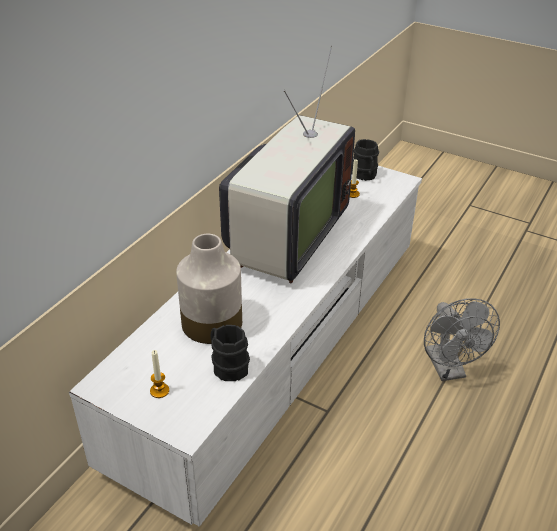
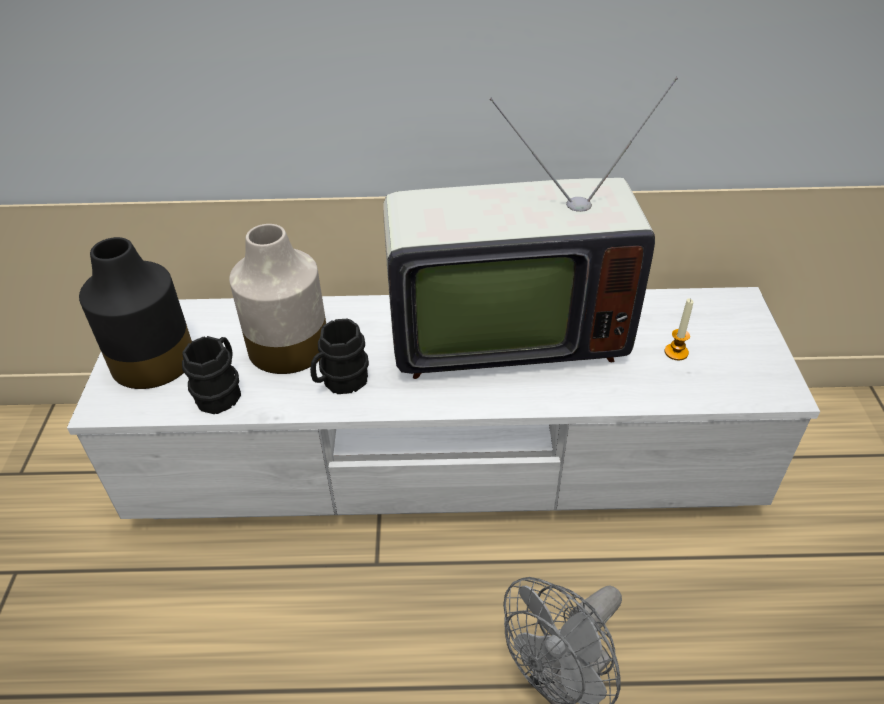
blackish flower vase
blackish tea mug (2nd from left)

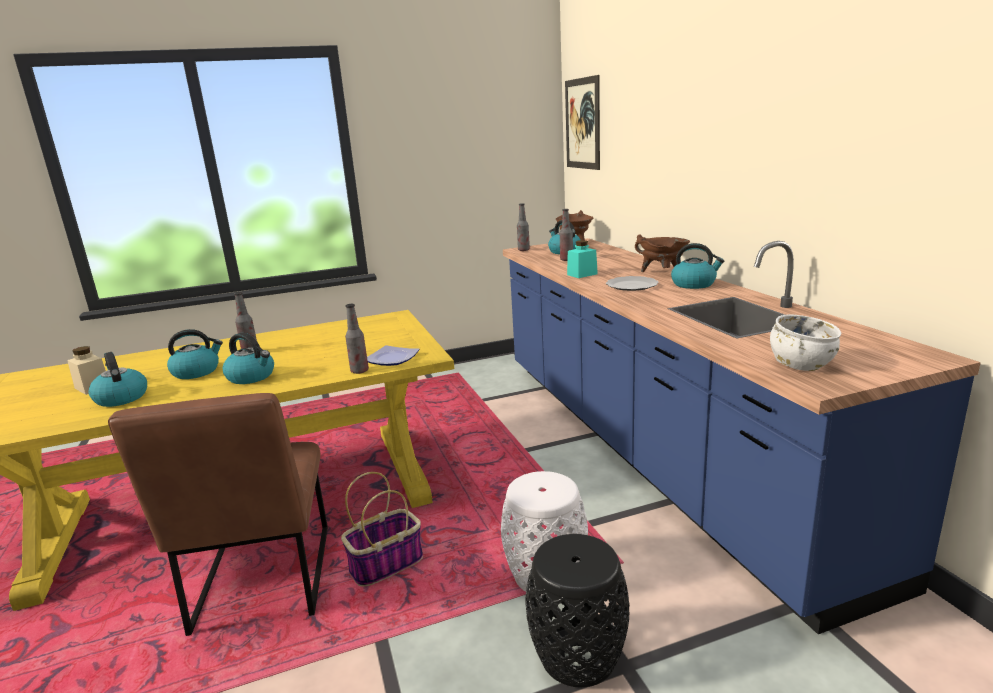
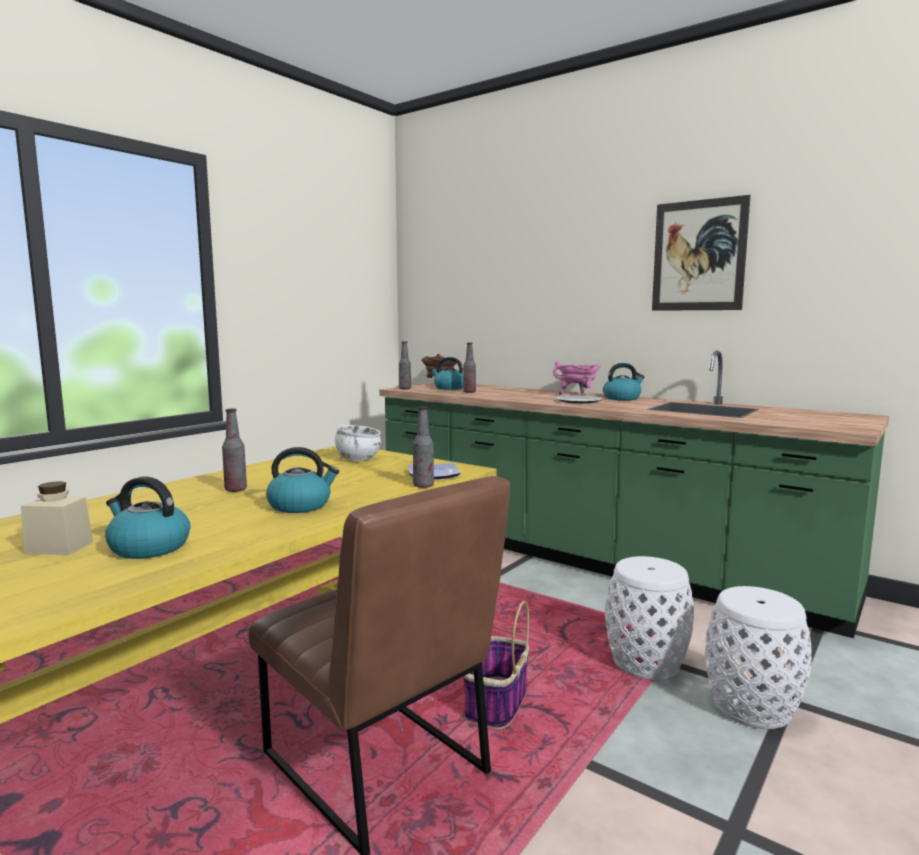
water kettle (2nd from left in the first image)
greenish counter
whitish stool (2nd from left)
wall art
turquoise storage jar
pinkish cooking pot
whitish deep dish

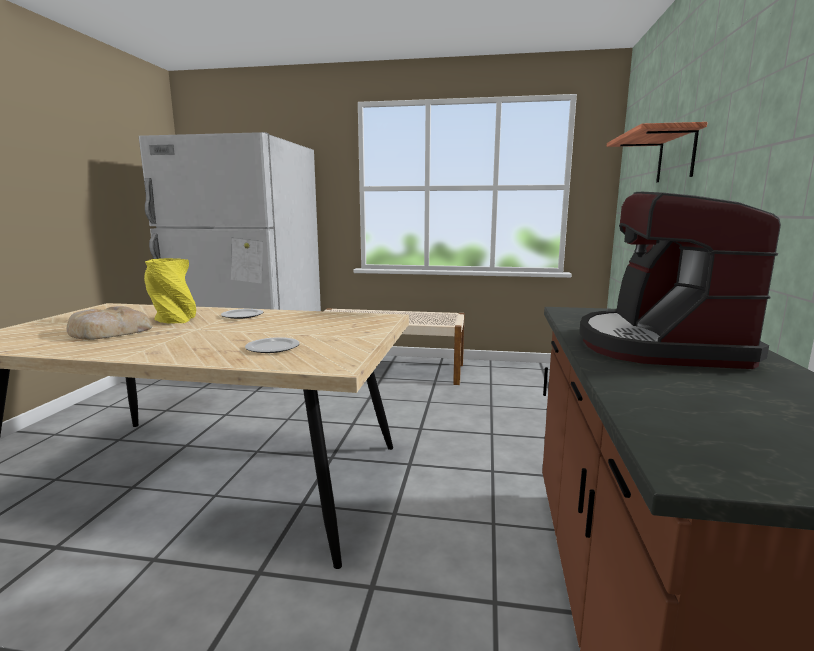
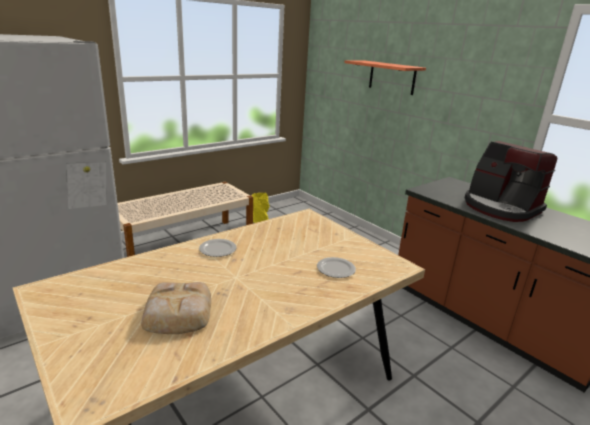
yellow flower vase

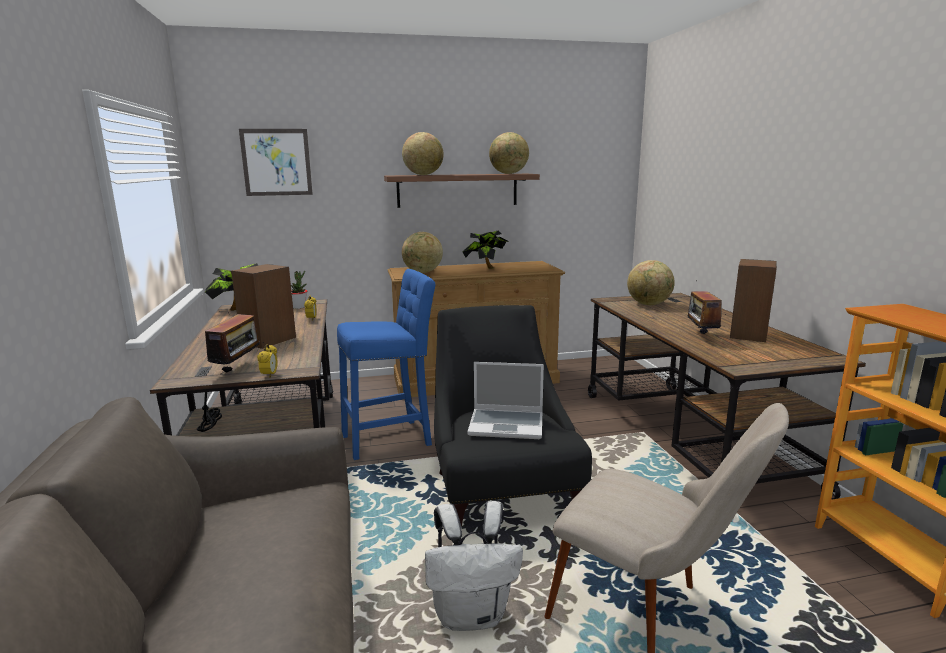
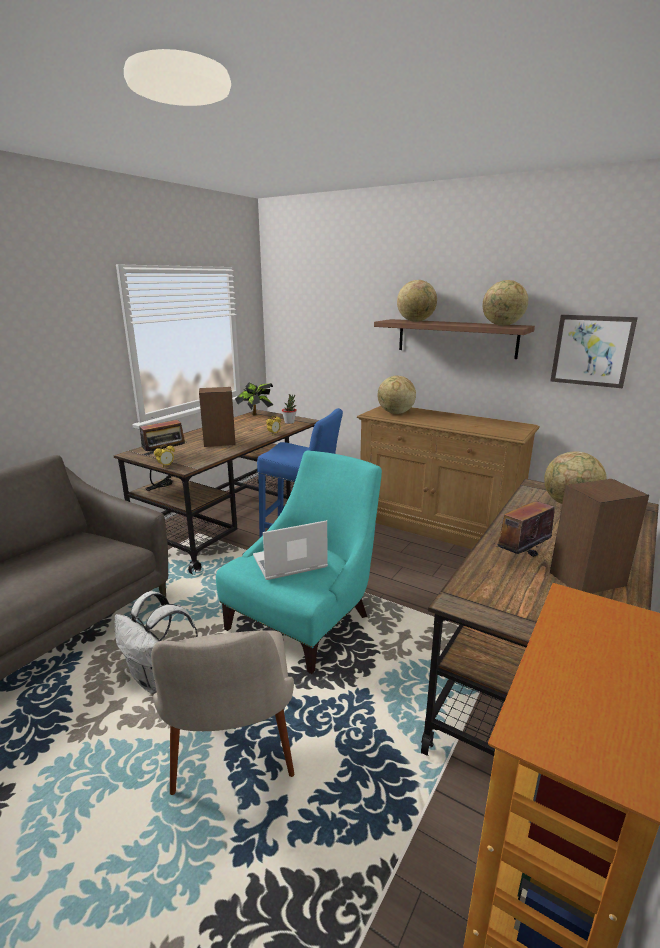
wall art
turquoise lounge chair
houseplant (3rd from left in the first image)
laptop

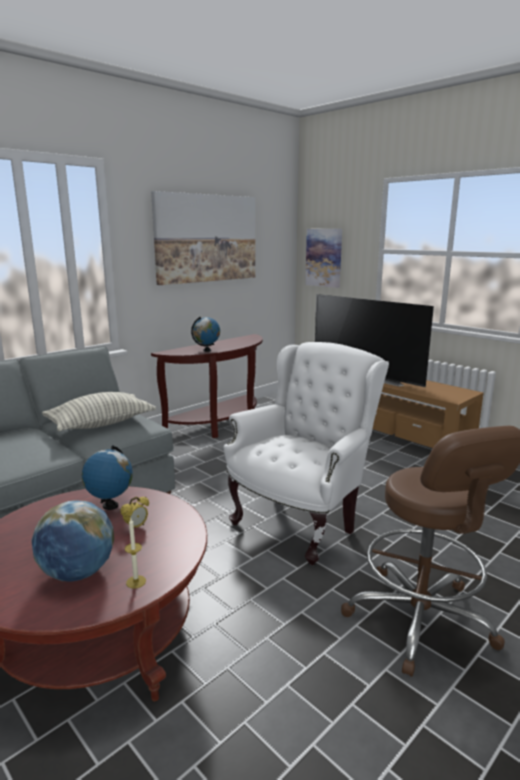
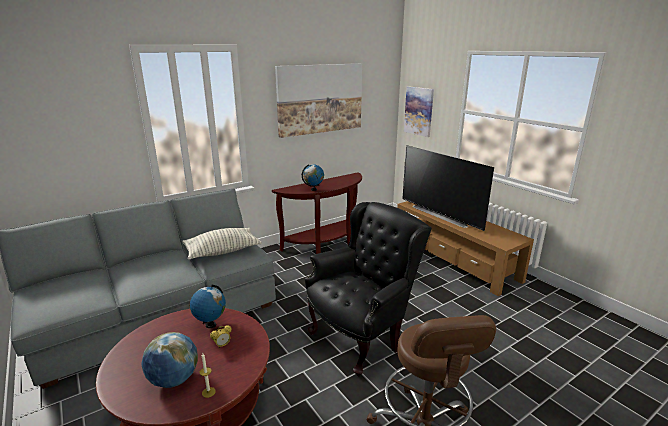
blackish lounge chair

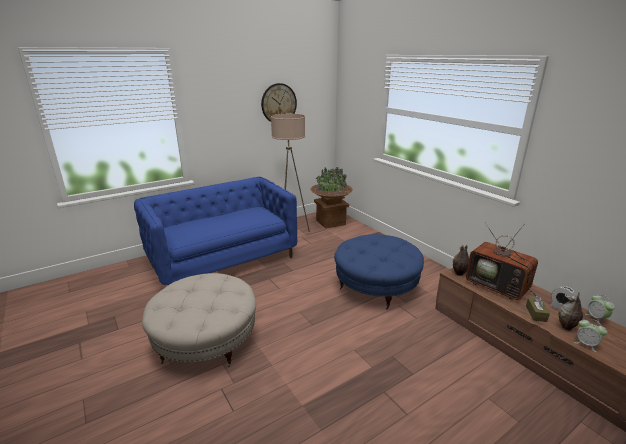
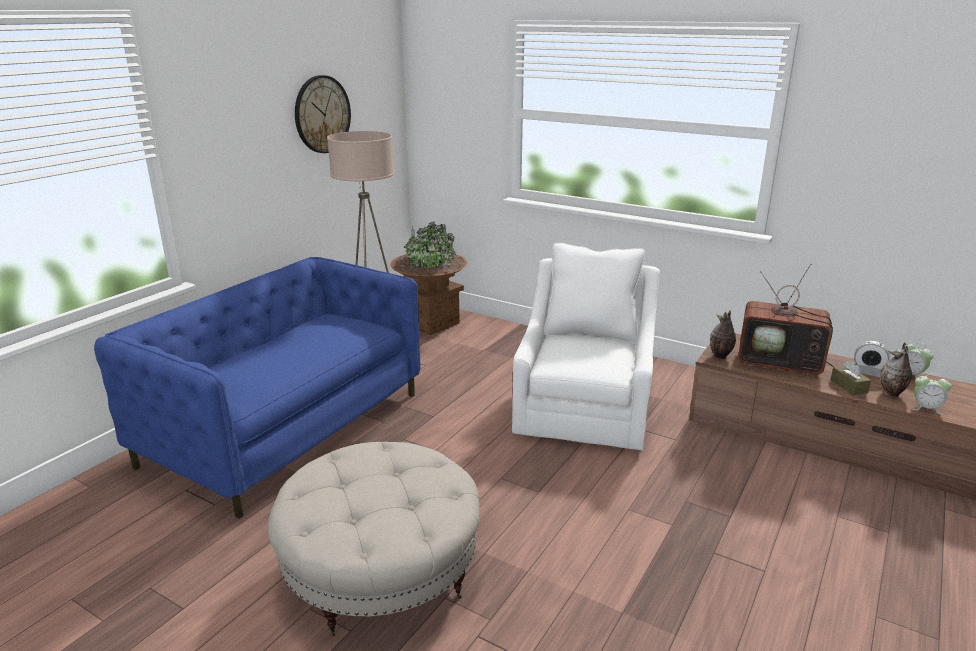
whitish lounge chair

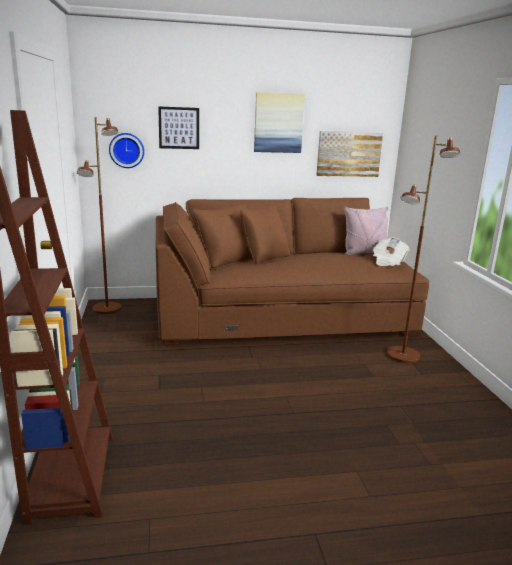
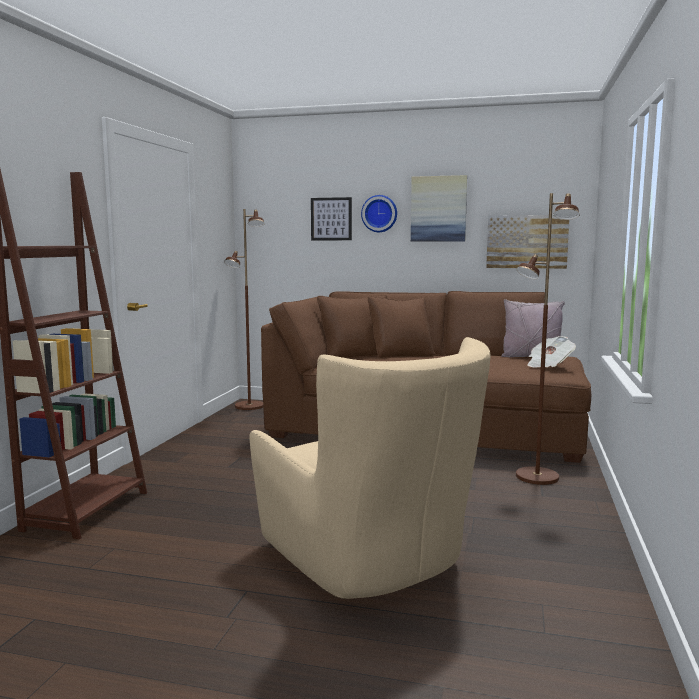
wall clock
beige-coloured lounge chair

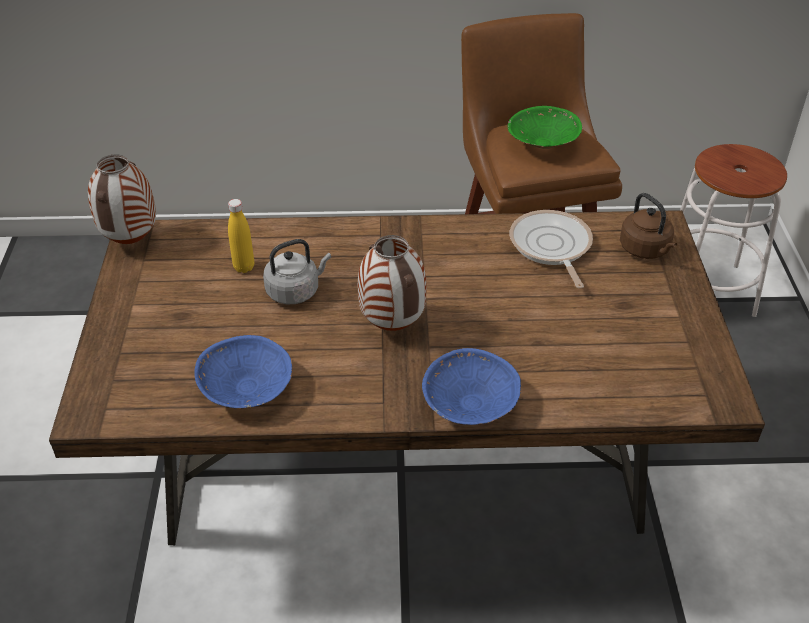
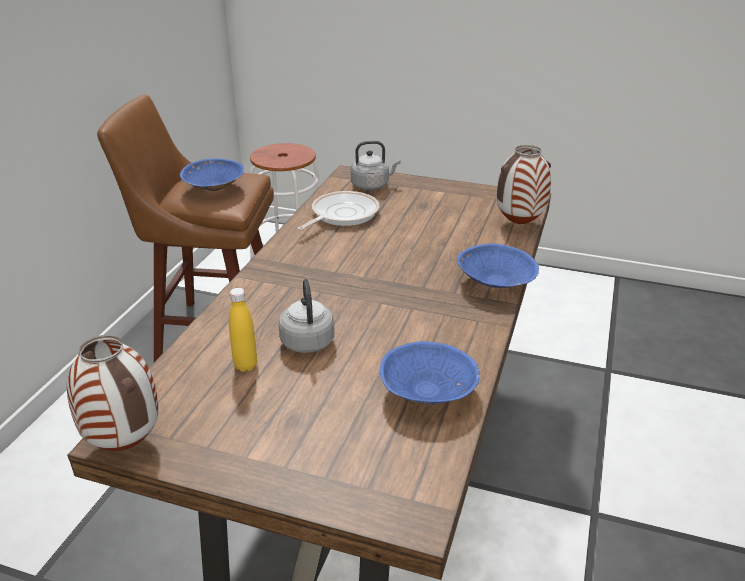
flower vase (2nd from left)
blue deep dish (1st from left)
pan
grey water kettle (2nd from left)

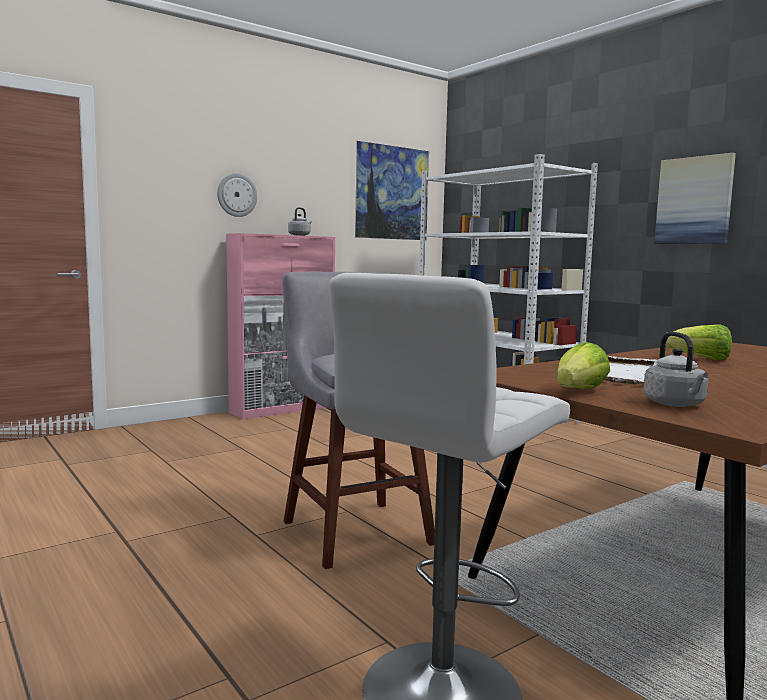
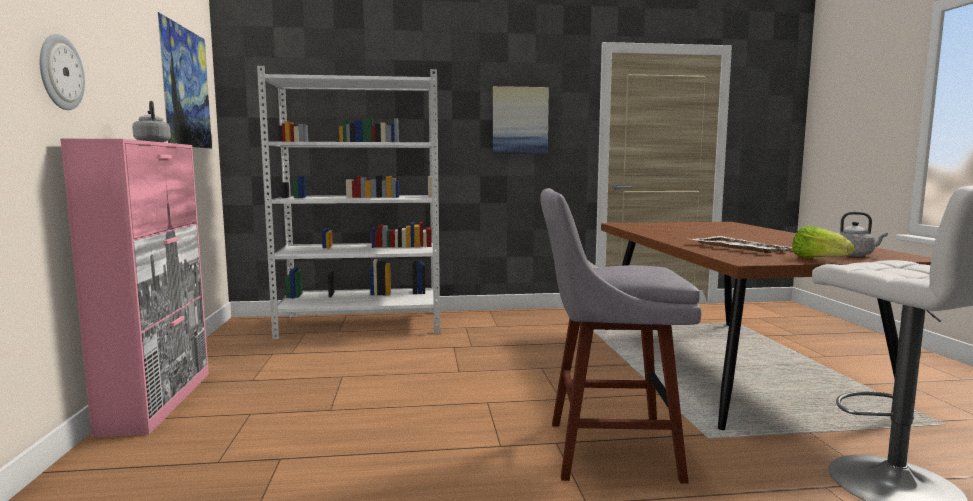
lettuce (2nd from left in the first image)

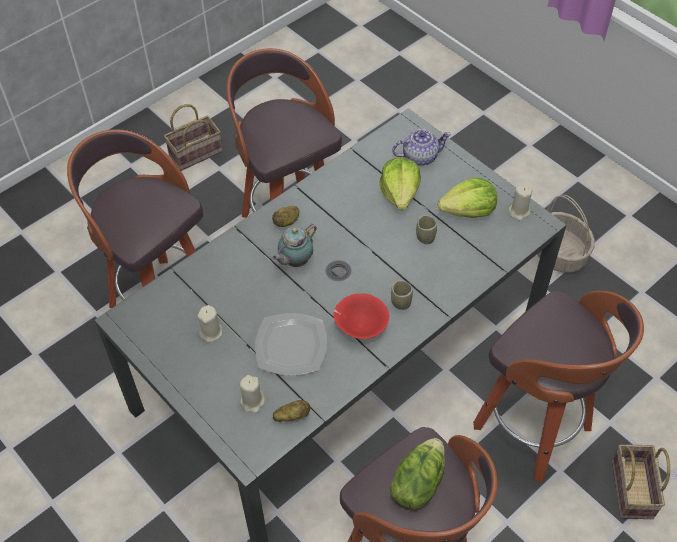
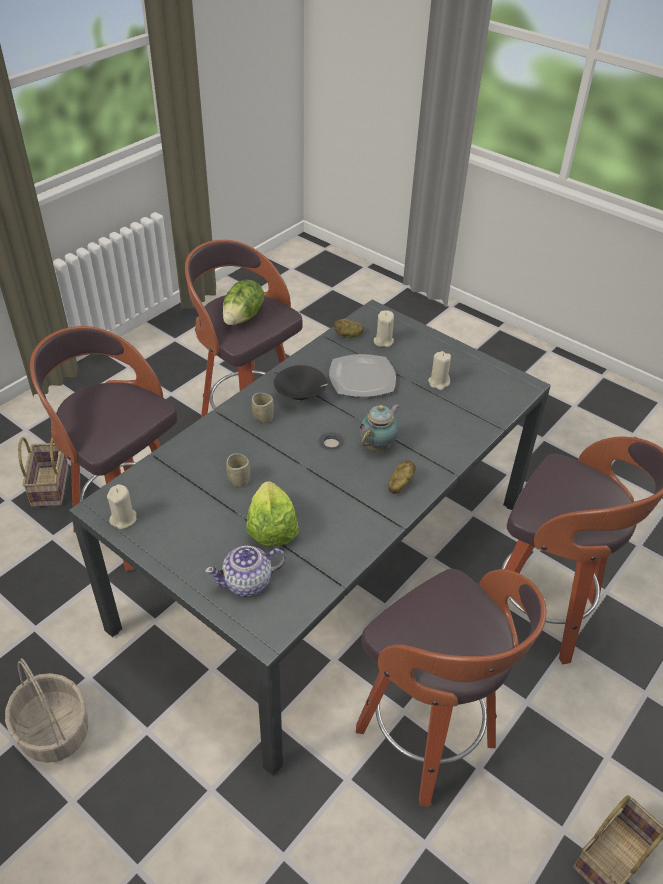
blackish deep dish
lettuce (3rd from left in the first image)

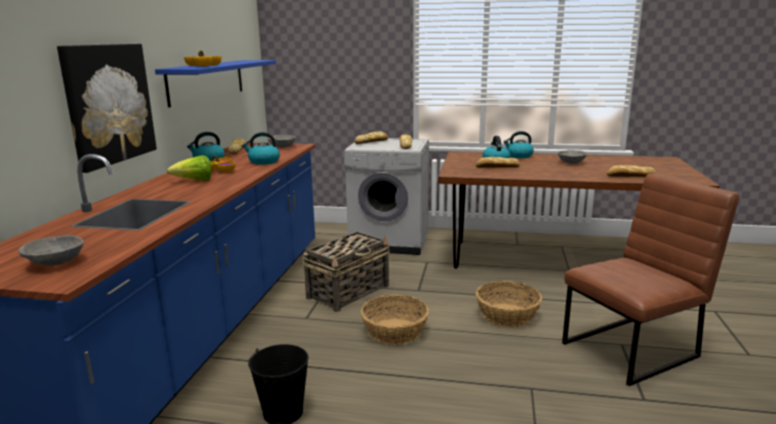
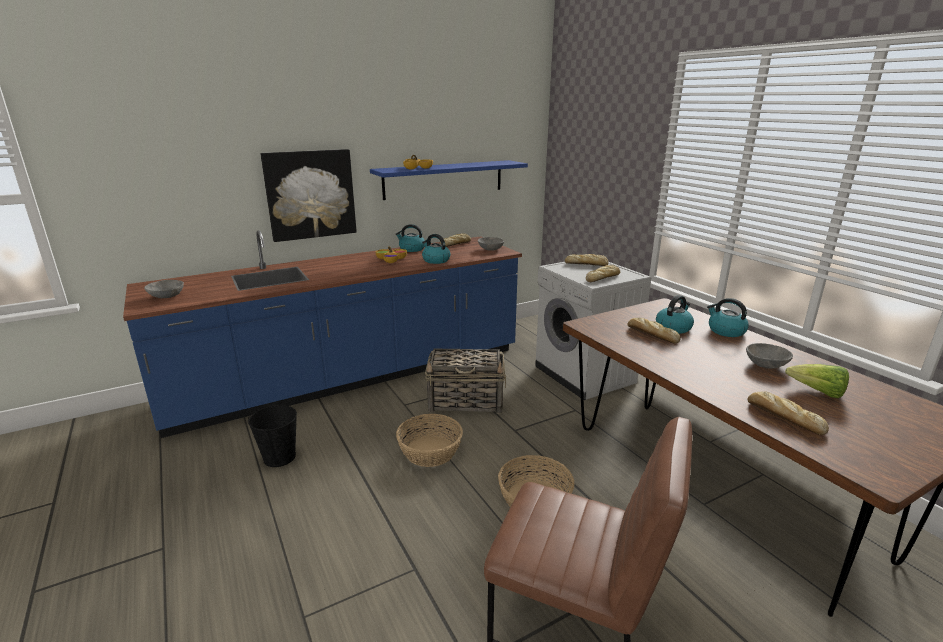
lettuce

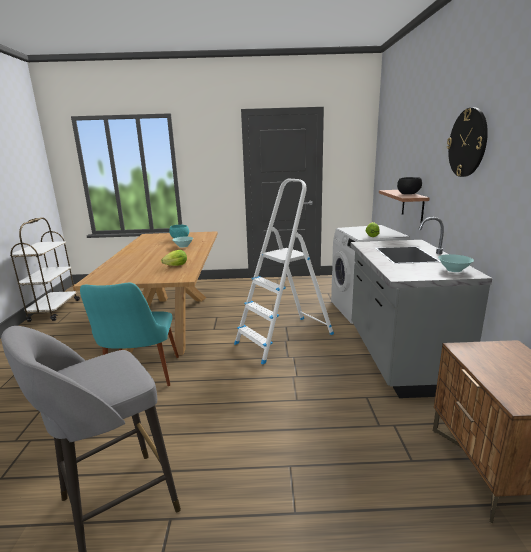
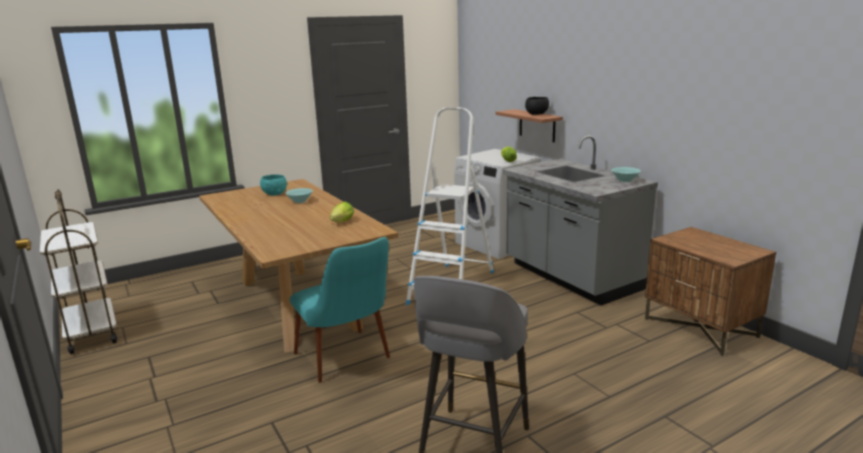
wall clock

